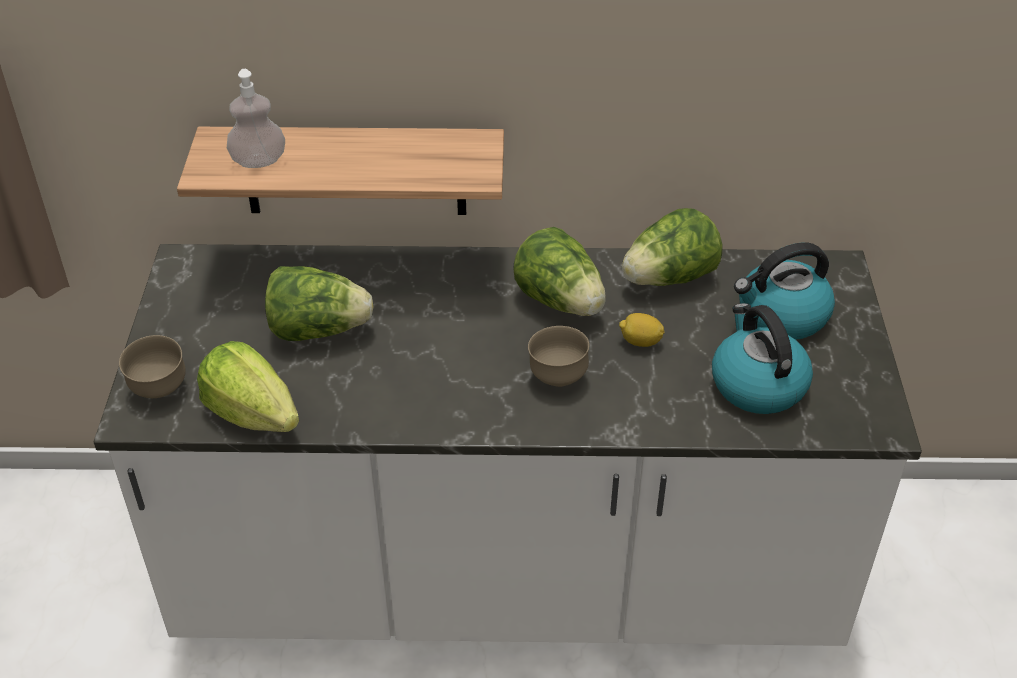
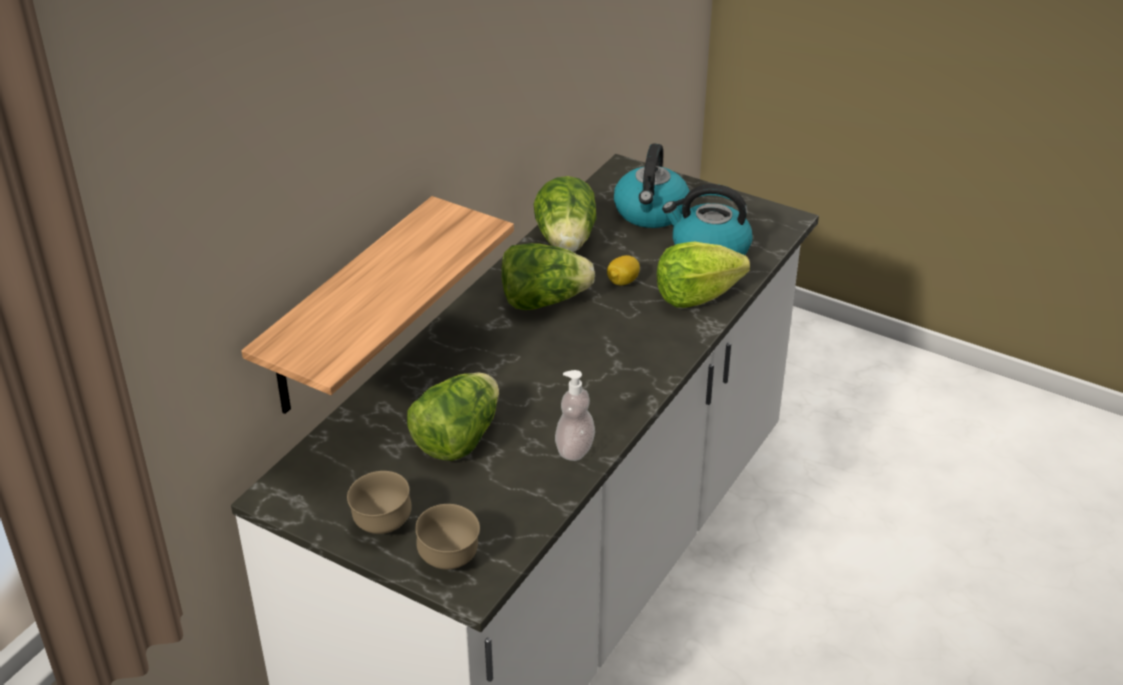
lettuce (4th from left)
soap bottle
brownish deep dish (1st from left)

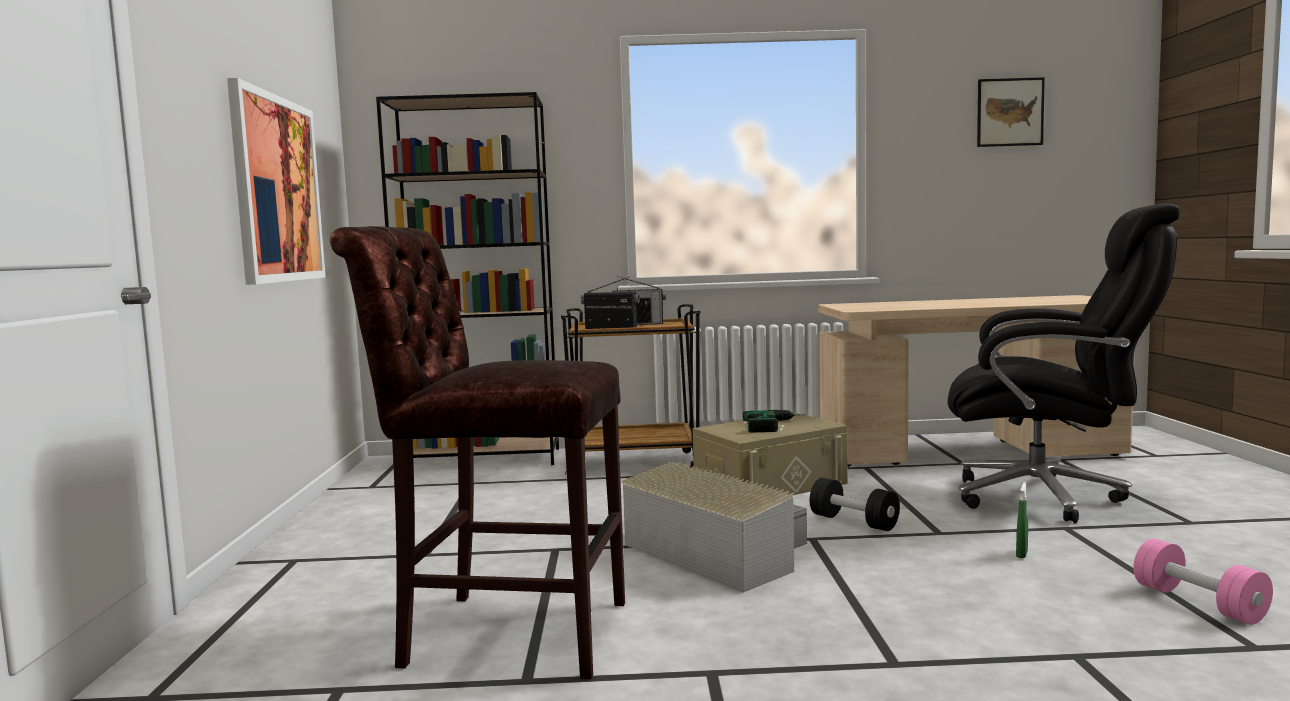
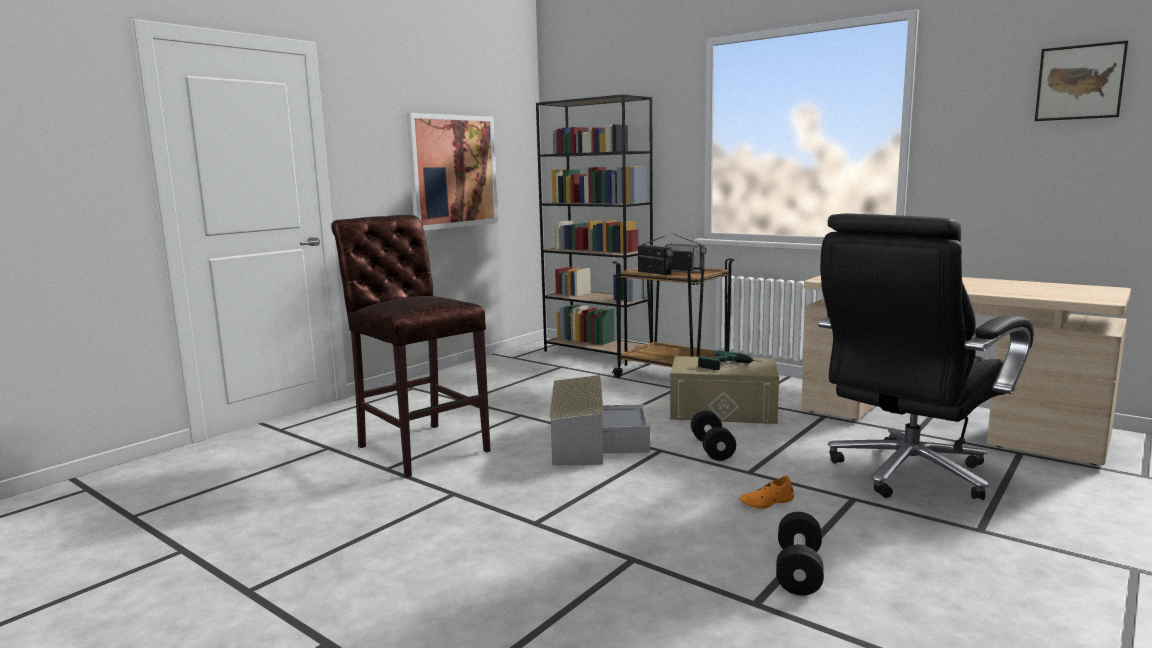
blackish office chair
orange-coloured shoe
blackish free weight (2nd from left)

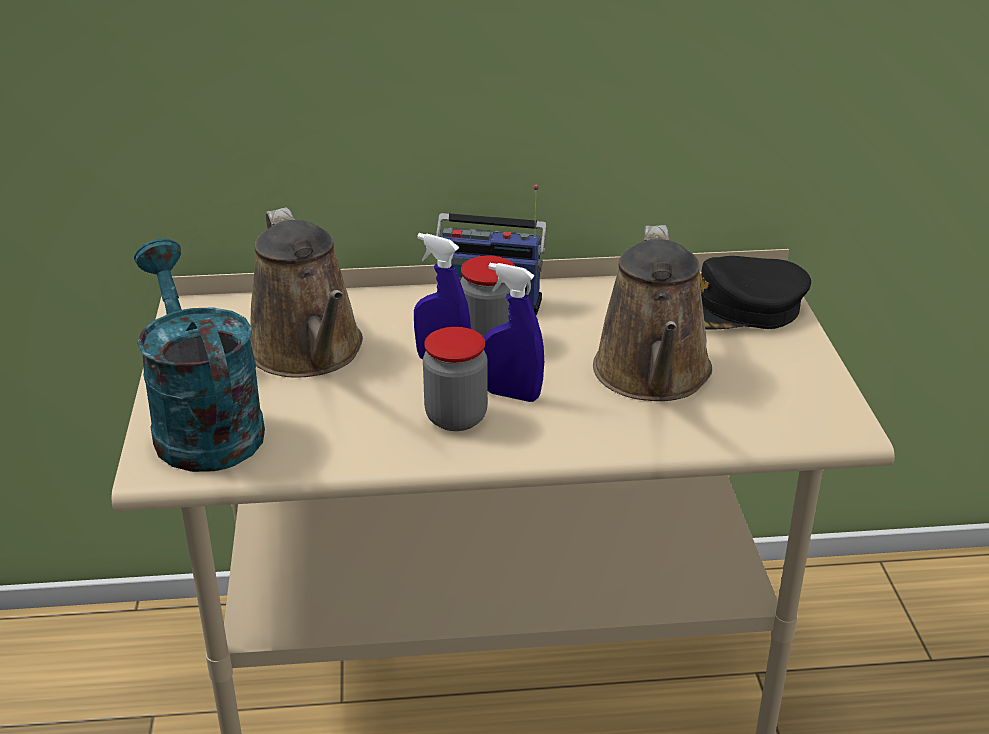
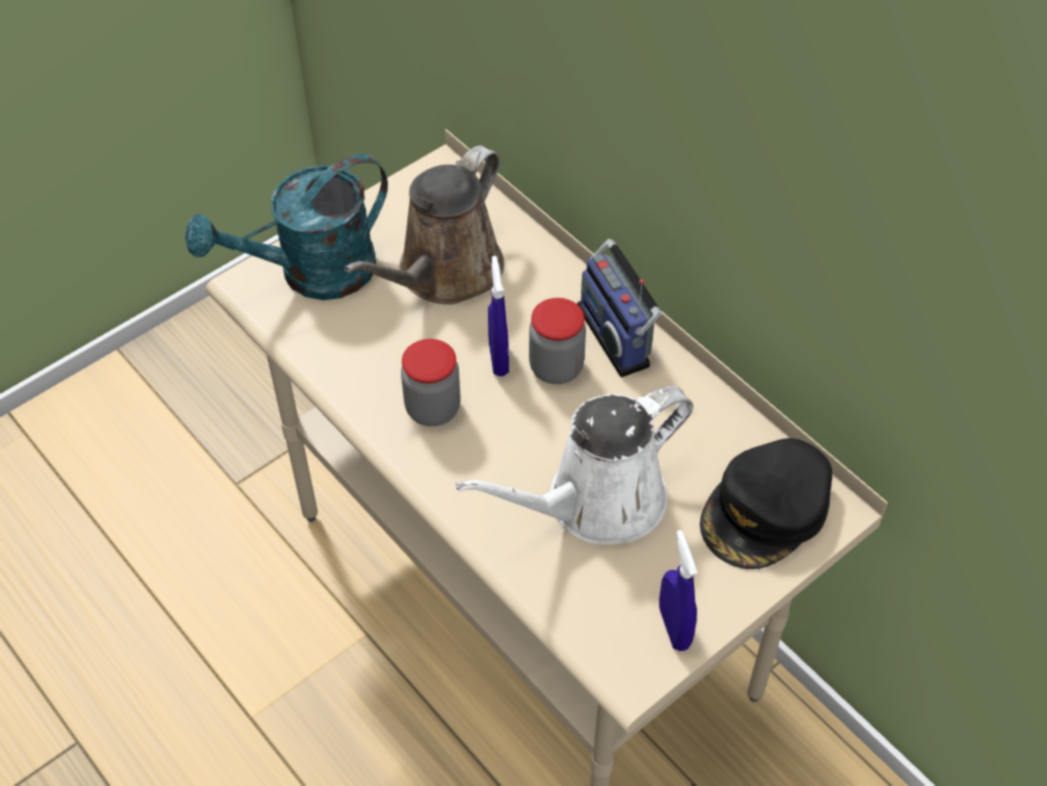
turquoise sprinkling can
blue spray bottle (2nd from left)
whitish sprinkling can
blackish baseball cap

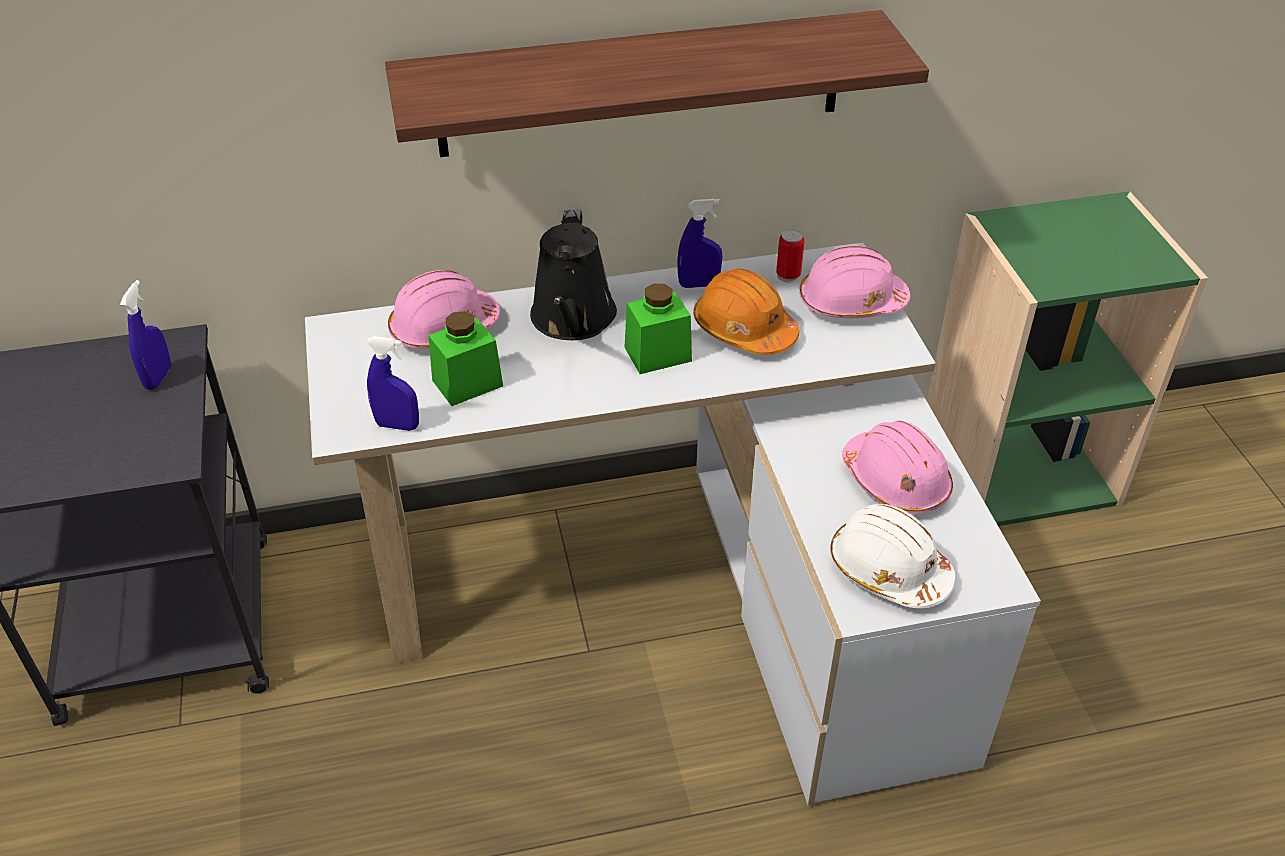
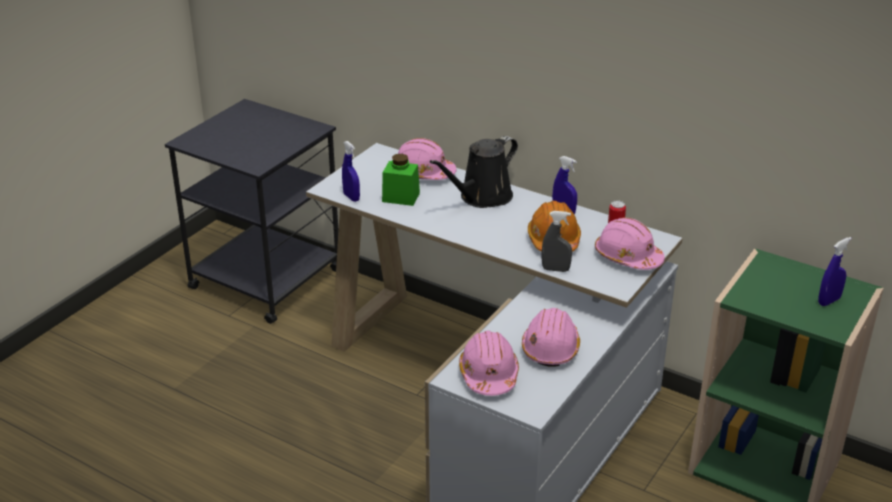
blue spray bottle (3rd from left)
bracket shelf
greenish storage jar (2nd from left in the first image)
pinkish safety helmet (2nd from left)
grey spray bottle

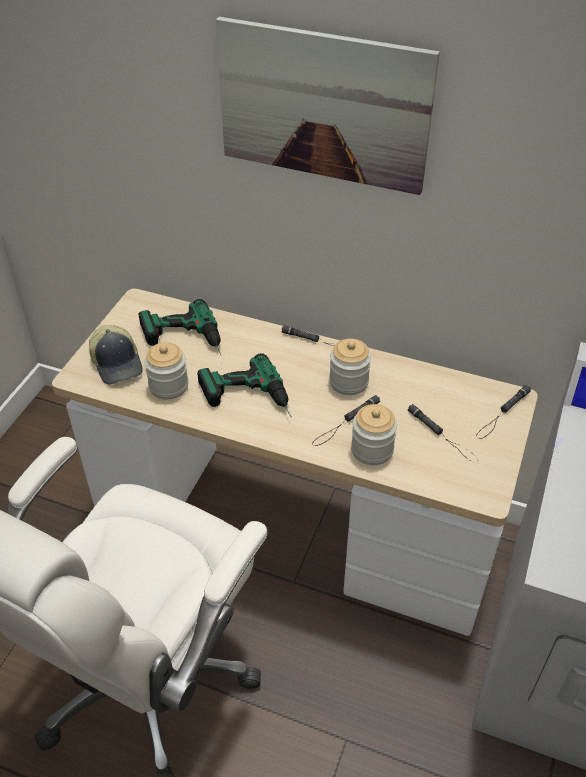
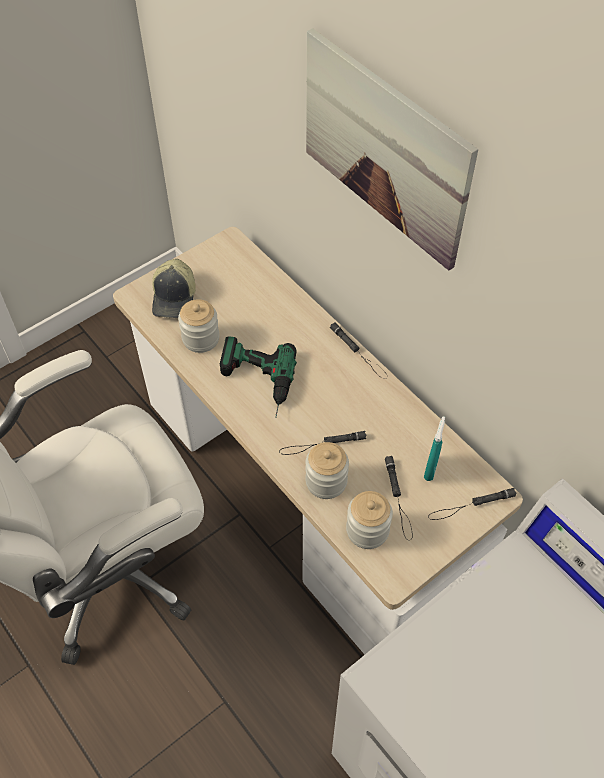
drill (1st from left in the first image)
storage jar (3rd from left)
turquoise spray bottle

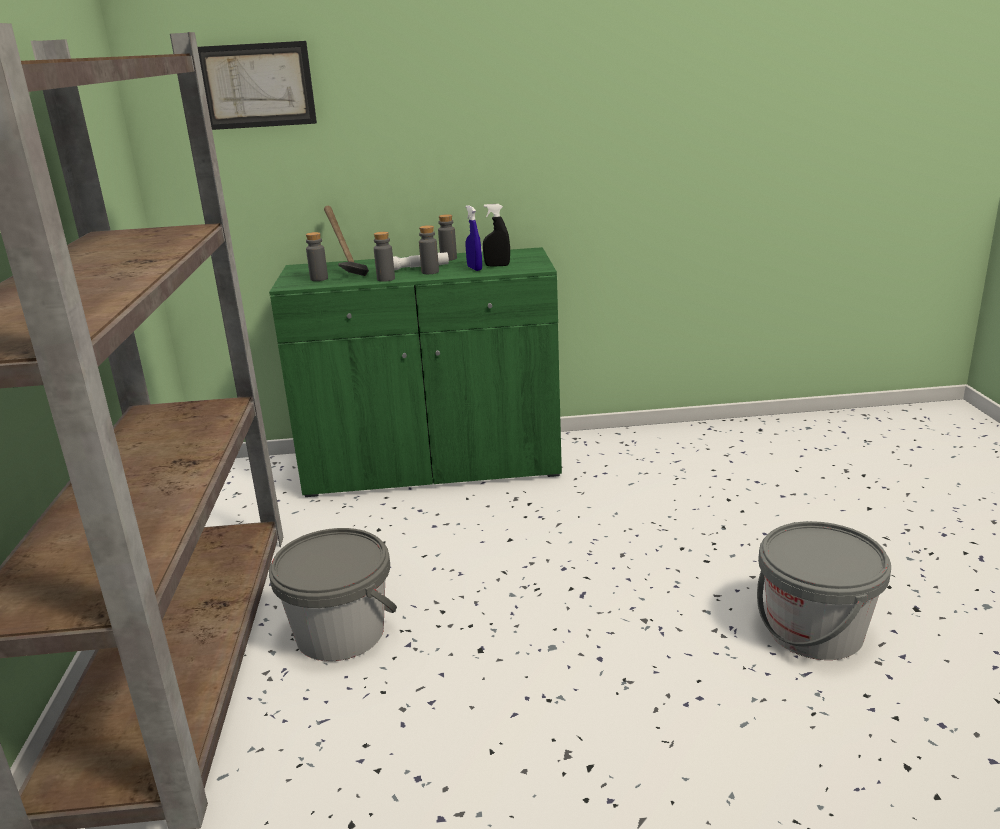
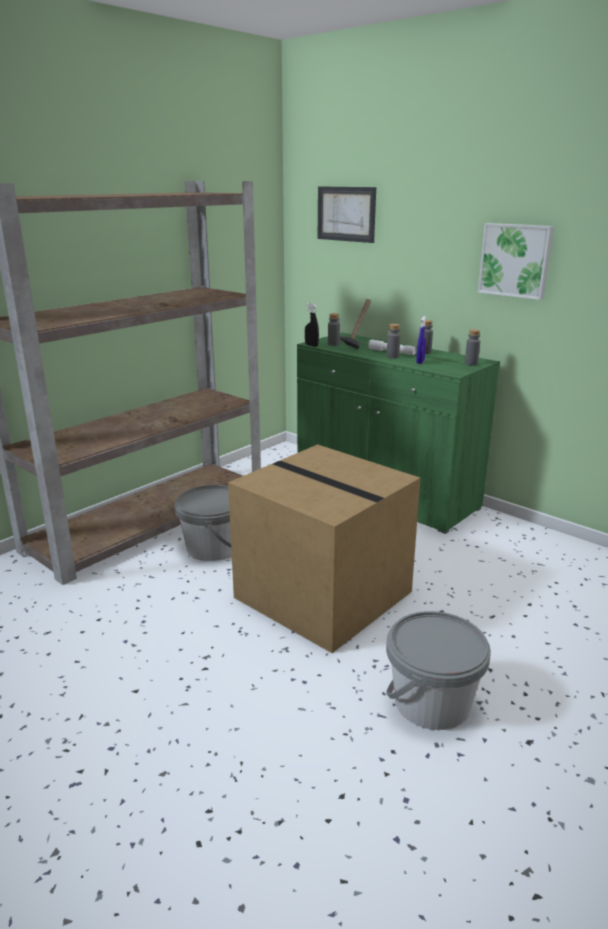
grey beverage bottle (4th from left)
blackish spray bottle
cardboard box
wall art (2nd from left)

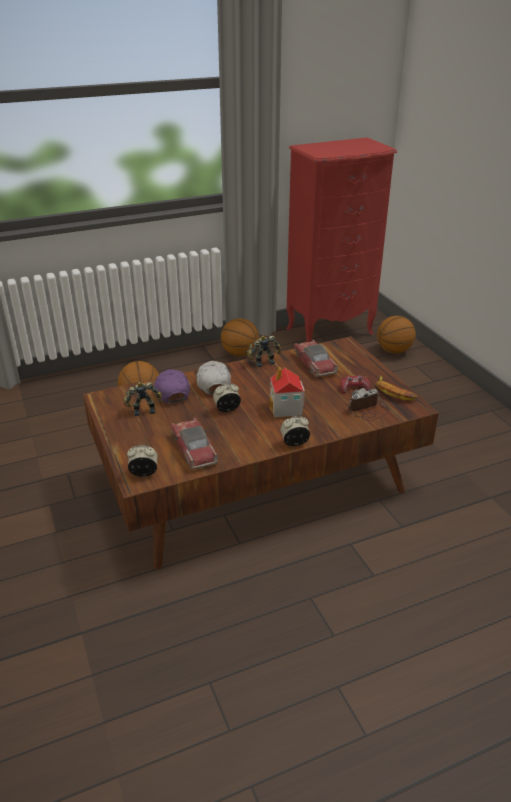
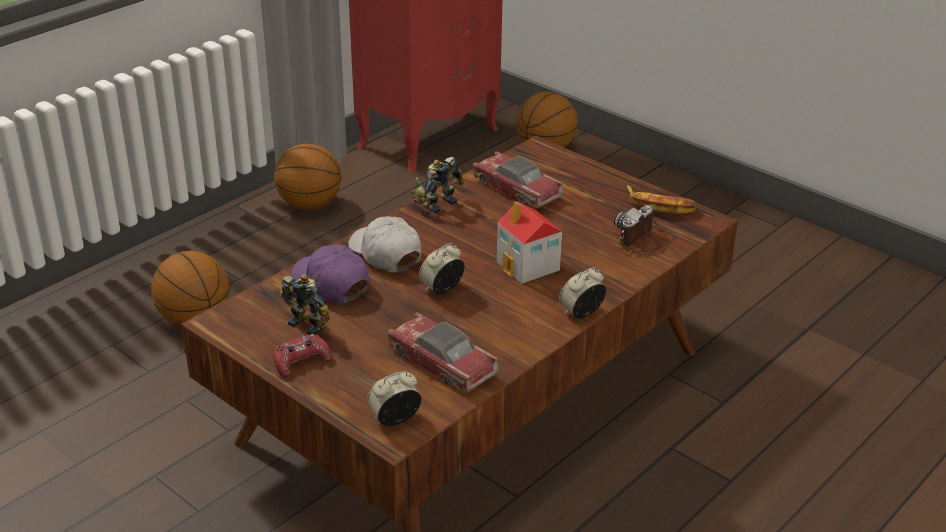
toy robot (1st from left)
red gamepad

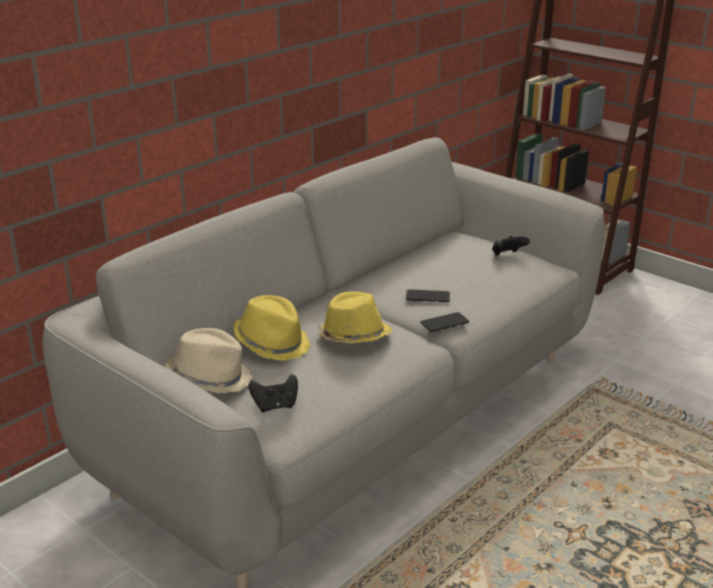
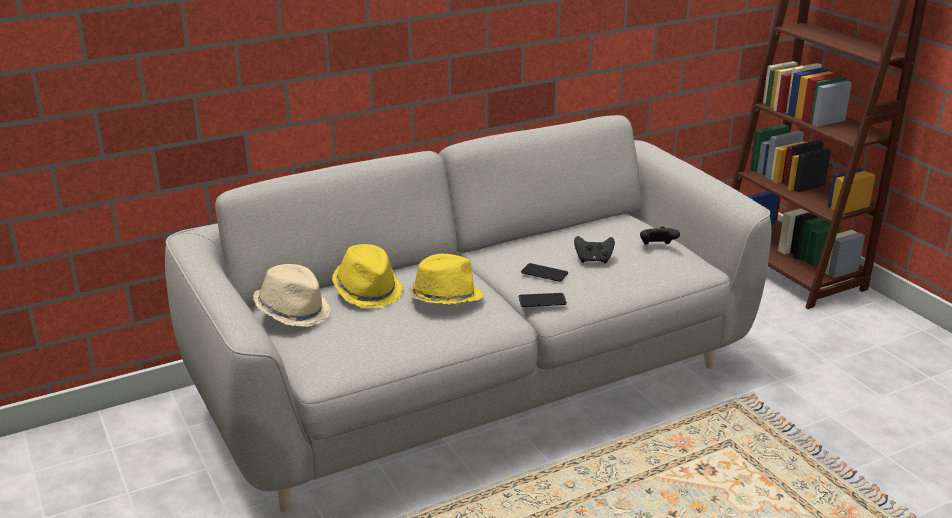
blackish gamepad (1st from left)

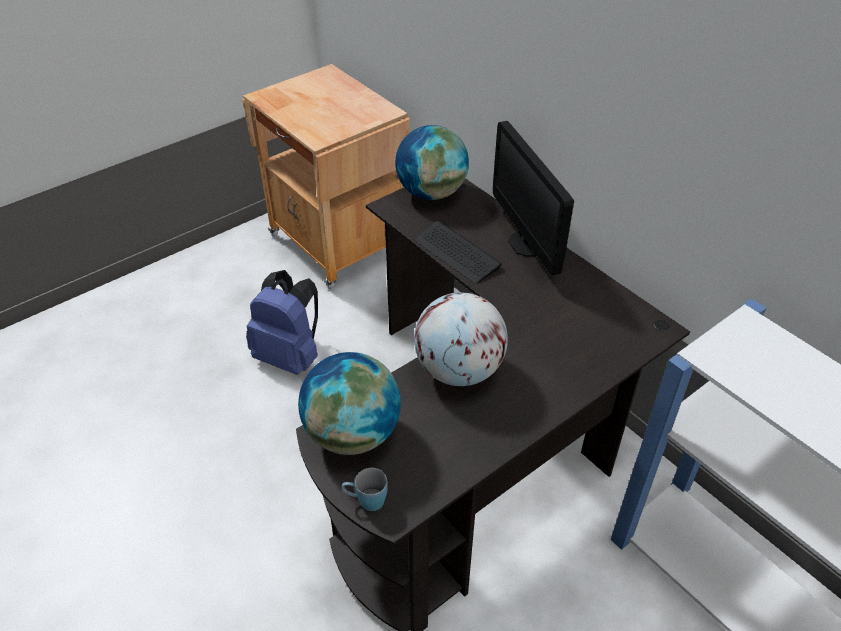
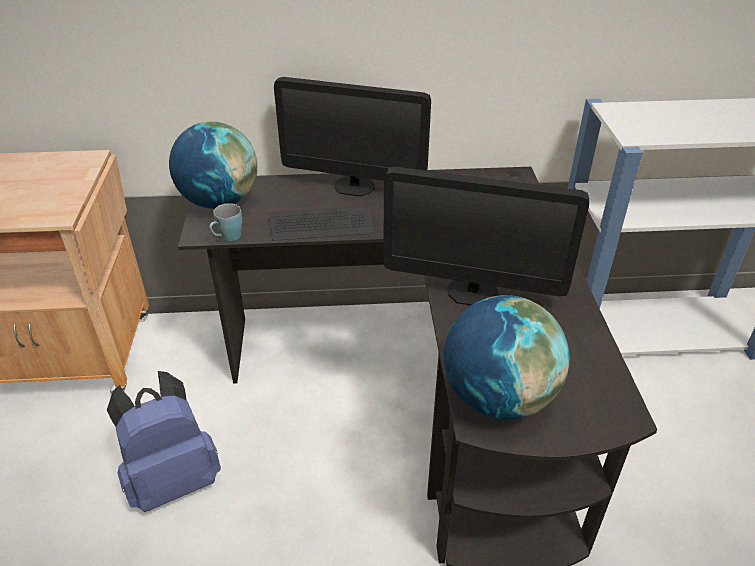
blue tea mug
monitor (2nd from left)

